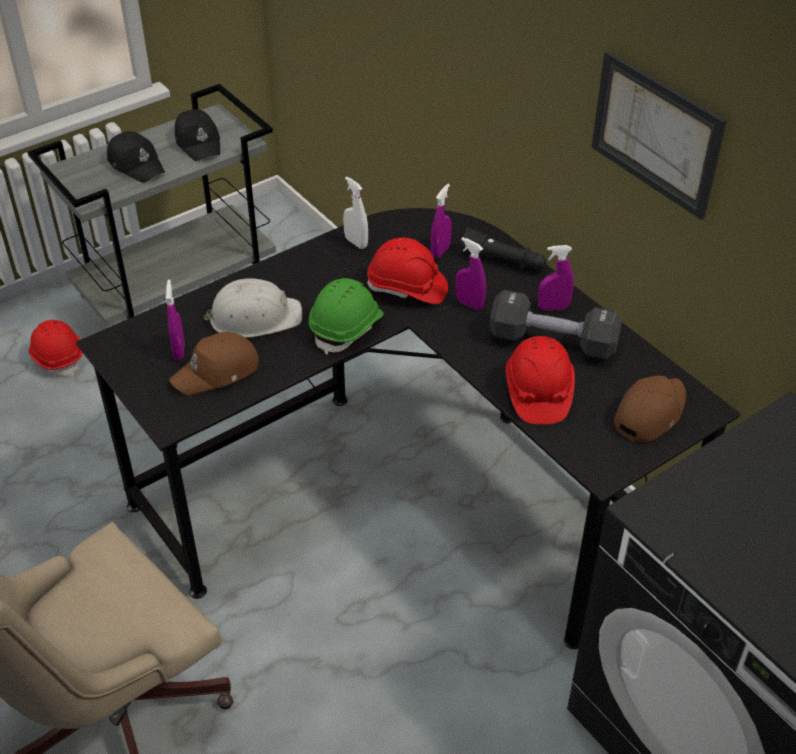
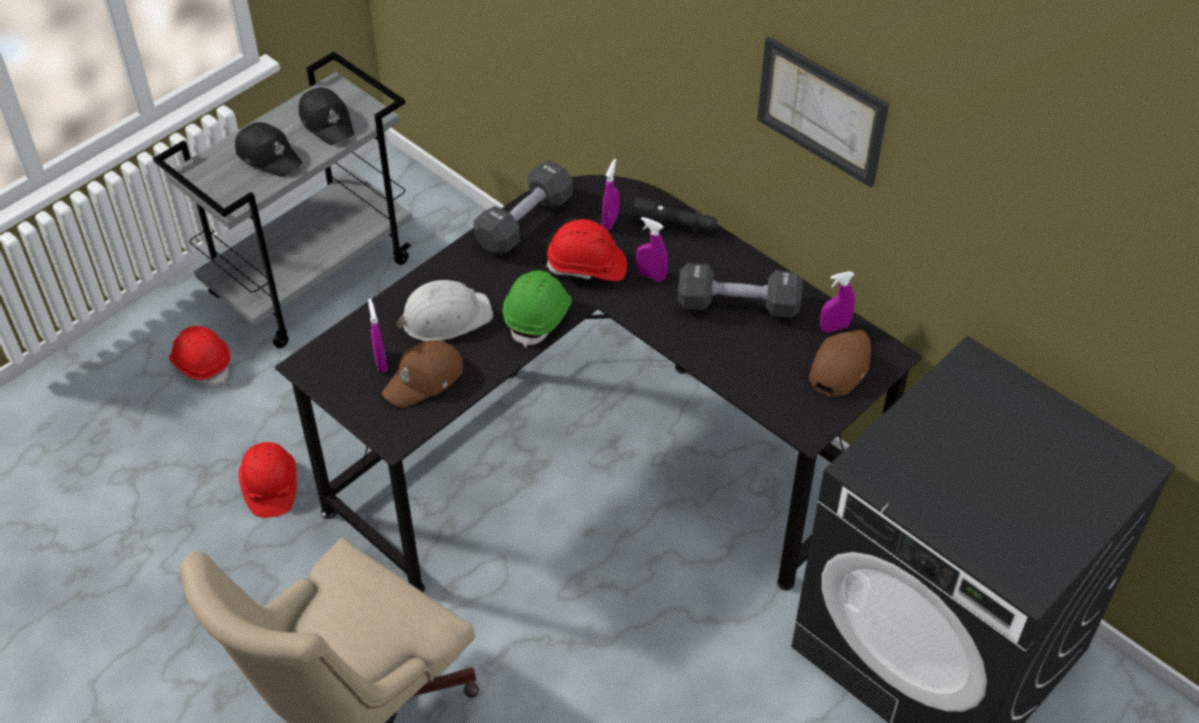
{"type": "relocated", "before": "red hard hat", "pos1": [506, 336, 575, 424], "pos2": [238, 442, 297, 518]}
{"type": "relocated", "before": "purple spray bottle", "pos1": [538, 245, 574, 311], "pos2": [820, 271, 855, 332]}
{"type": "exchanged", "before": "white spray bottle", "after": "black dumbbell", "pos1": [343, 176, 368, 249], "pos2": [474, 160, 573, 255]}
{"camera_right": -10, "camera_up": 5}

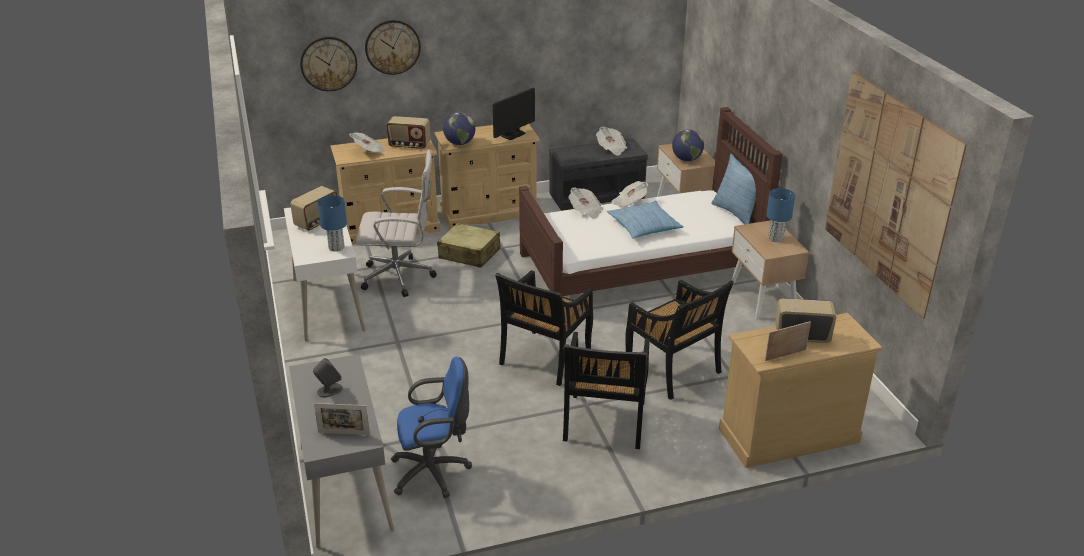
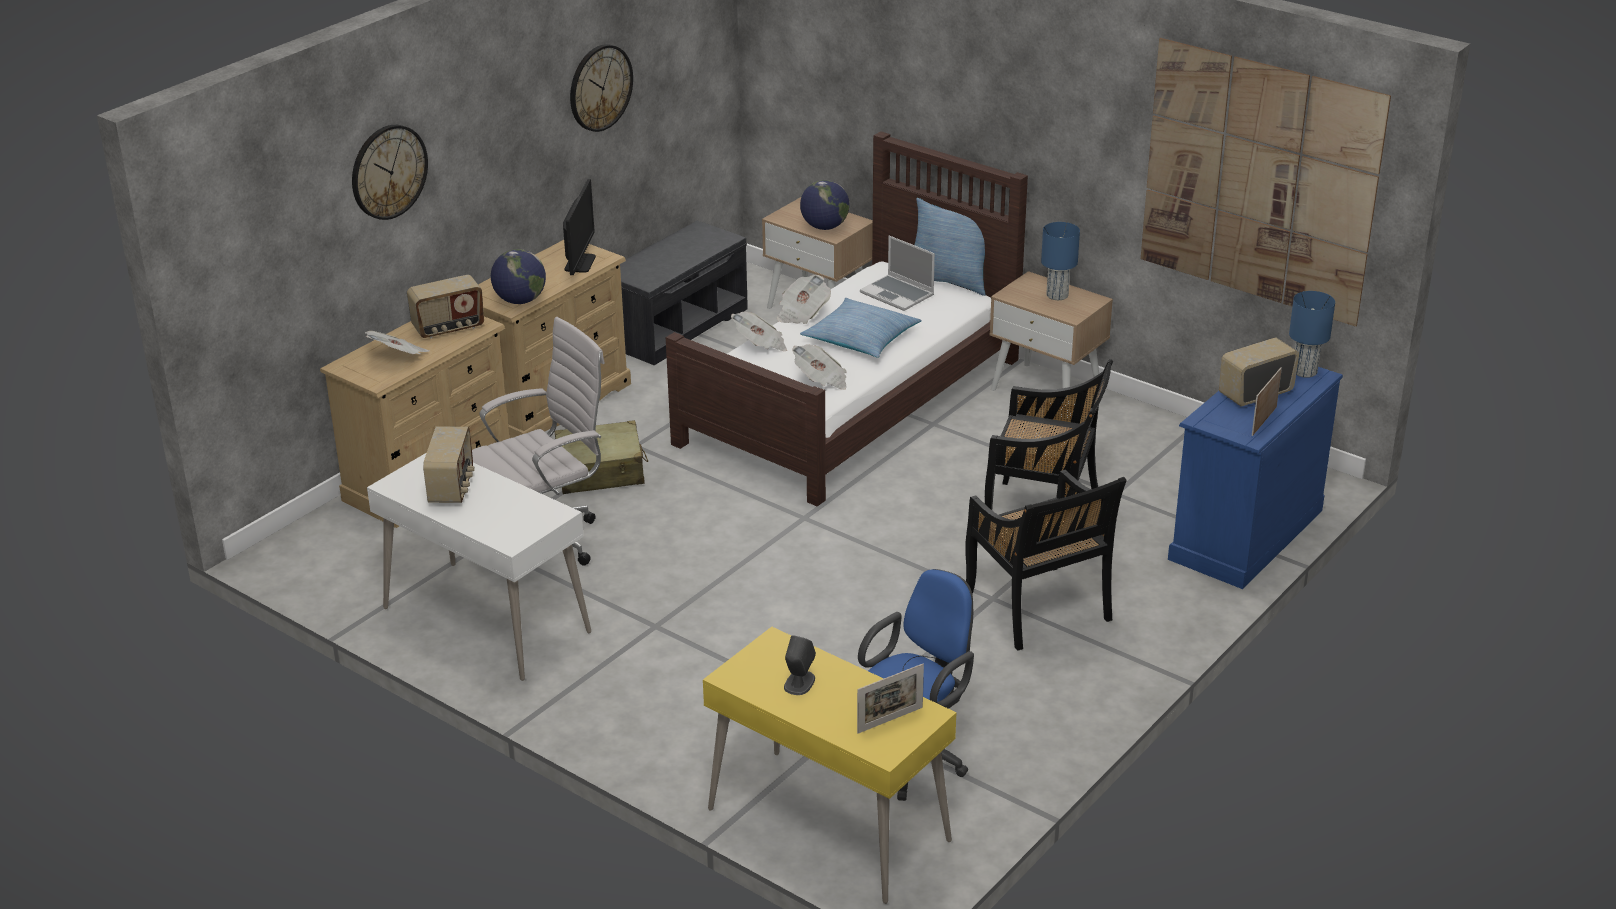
{"type": "missing", "before": "black chair", "pos1": [495, 270, 593, 386]}
{"type": "appeared", "after": "laptop", "pos2": [860, 236, 935, 311]}
{"type": "relocated", "before": "wall clock", "pos1": [300, 36, 357, 91], "pos2": [570, 44, 633, 132]}
{"type": "relocated", "before": "blue table lamp", "pos1": [317, 195, 347, 252], "pos2": [1289, 291, 1335, 378]}
{"type": "relocated", "before": "newspaper", "pos1": [596, 127, 627, 156], "pos2": [792, 345, 847, 390]}
{"type": "colour", "before": "grey desk", "after": "yellow desk", "pos1": [289, 354, 394, 548], "pos2": [703, 627, 956, 904]}
{"type": "colour", "before": "beige dresser", "after": "blue dresser", "pos1": [719, 313, 882, 468], "pos2": [1168, 367, 1343, 589]}
{"camera_right": -35, "camera_up": 0}

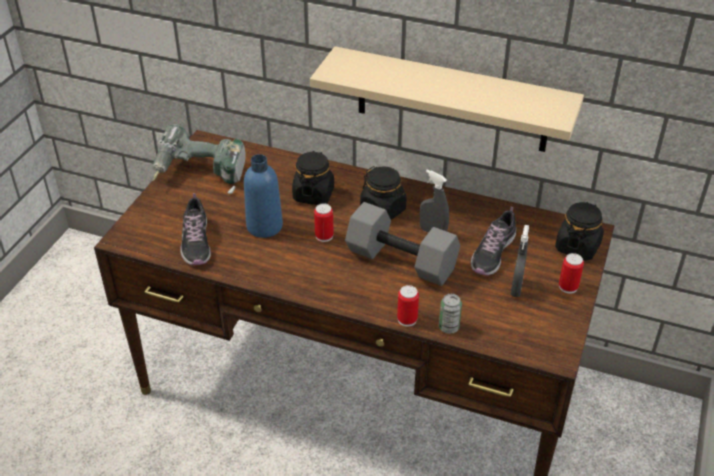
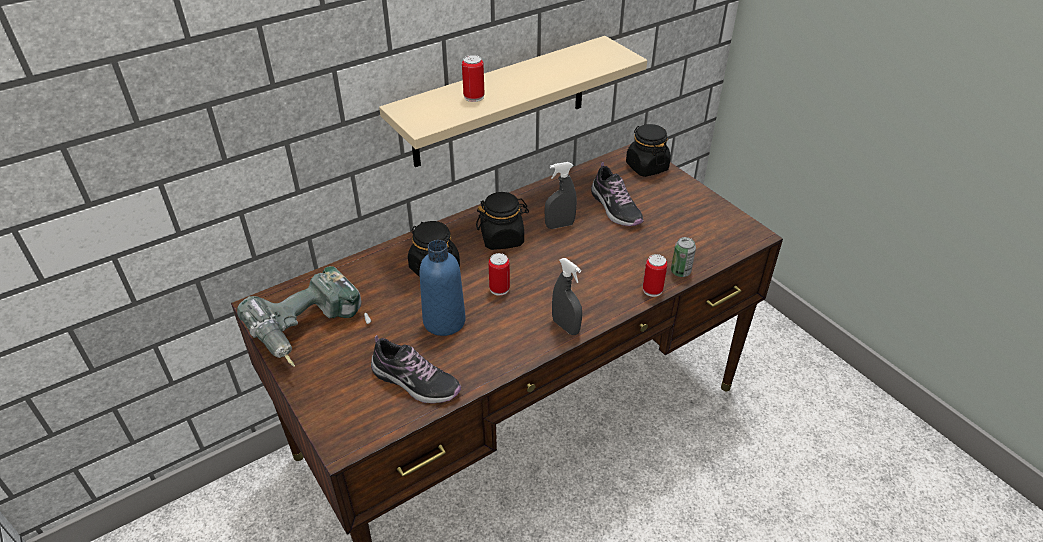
{"type": "missing", "before": "grey dumbbell", "pos1": [345, 202, 460, 286]}
{"type": "relocated", "before": "grey spray bottle", "pos1": [511, 225, 529, 297], "pos2": [552, 258, 582, 335]}
{"type": "relocated", "before": "can", "pos1": [559, 253, 584, 294], "pos2": [462, 55, 484, 102]}
{"camera_right": -55, "camera_up": 0}

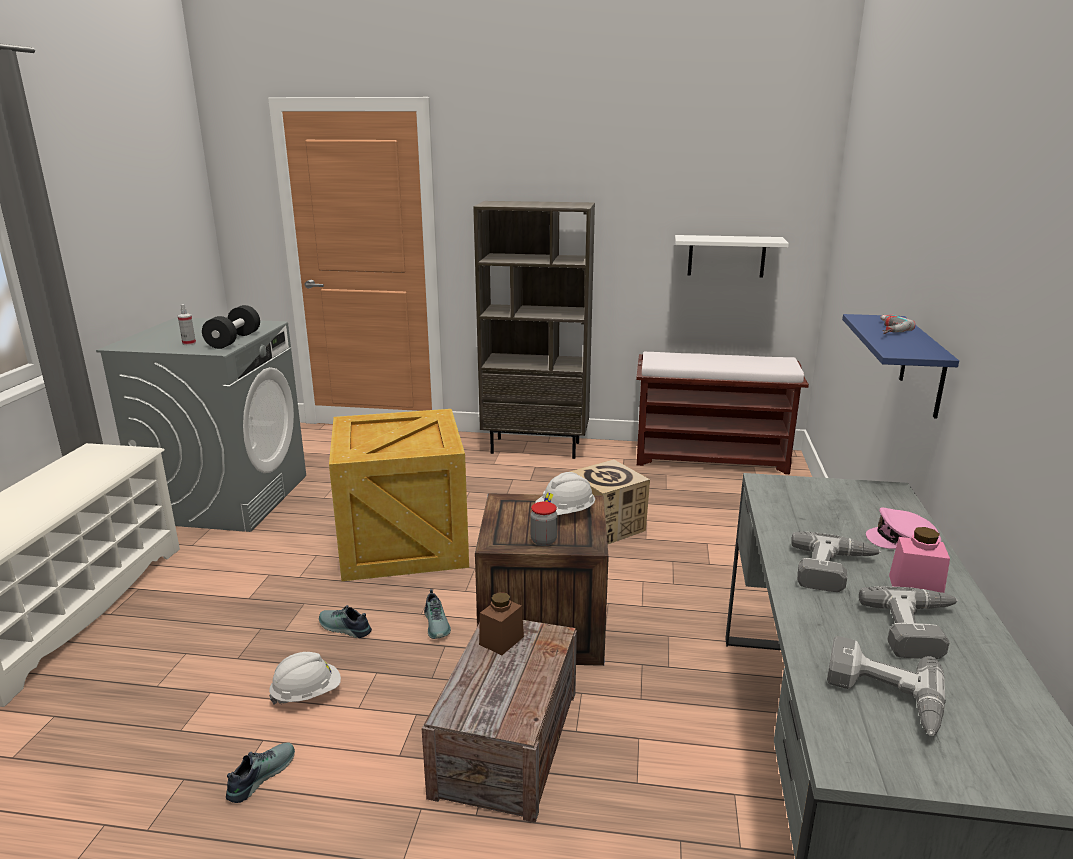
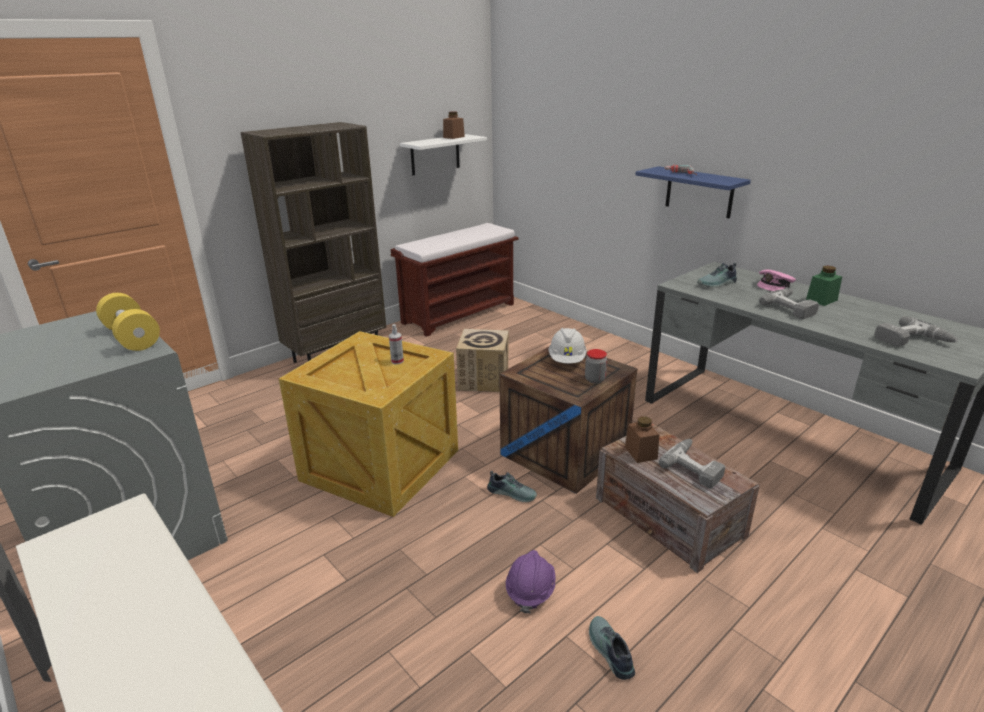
{"type": "appeared", "after": "brown jar", "pos2": [443, 111, 465, 139]}
{"type": "relocated", "before": "spray bottle", "pos1": [178, 304, 196, 345], "pos2": [389, 324, 404, 364]}
{"type": "relocated", "before": "shoe", "pos1": [319, 605, 372, 638], "pos2": [697, 263, 737, 287]}
{"type": "relocated", "before": "power drill", "pos1": [859, 586, 958, 659], "pos2": [659, 439, 725, 489]}
{"type": "colour", "before": "black dumbbell", "after": "yellow dumbbell", "pos1": [202, 305, 260, 349], "pos2": [96, 293, 160, 351]}
{"type": "colour", "before": "white hard hat", "after": "purple hard hat", "pos1": [269, 652, 341, 705], "pos2": [506, 550, 556, 614]}
{"type": "colour", "before": "pink jar", "after": "green jar", "pos1": [889, 527, 950, 593], "pos2": [806, 266, 842, 306]}
{"camera_right": -50, "camera_up": 5}

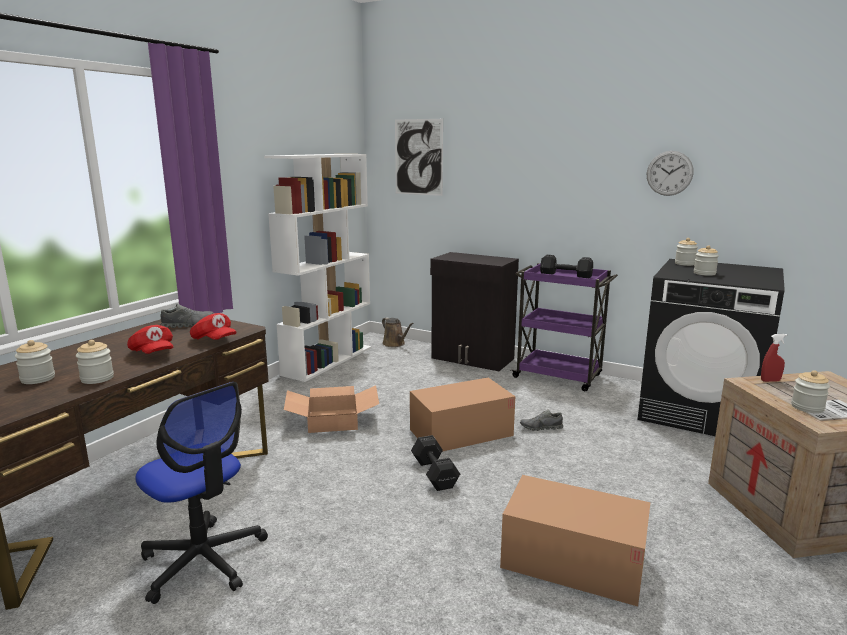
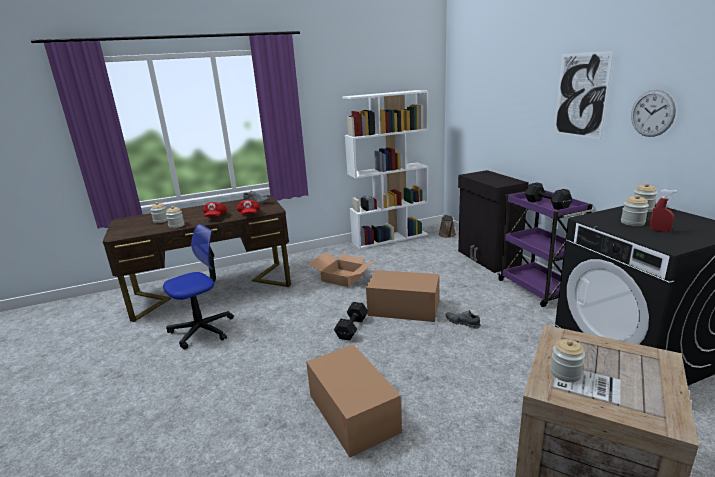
{"type": "relocated", "before": "picture", "pos1": [395, 119, 443, 196], "pos2": [554, 51, 613, 139]}
{"type": "relocated", "before": "red spray bottle", "pos1": [761, 334, 787, 382], "pos2": [650, 189, 677, 232]}
{"type": "spun", "before": "office chair", "pos1": [135, 382, 268, 604], "pos2": [163, 224, 234, 349], "turn": -120}
{"camera_right": 40, "camera_up": 5}

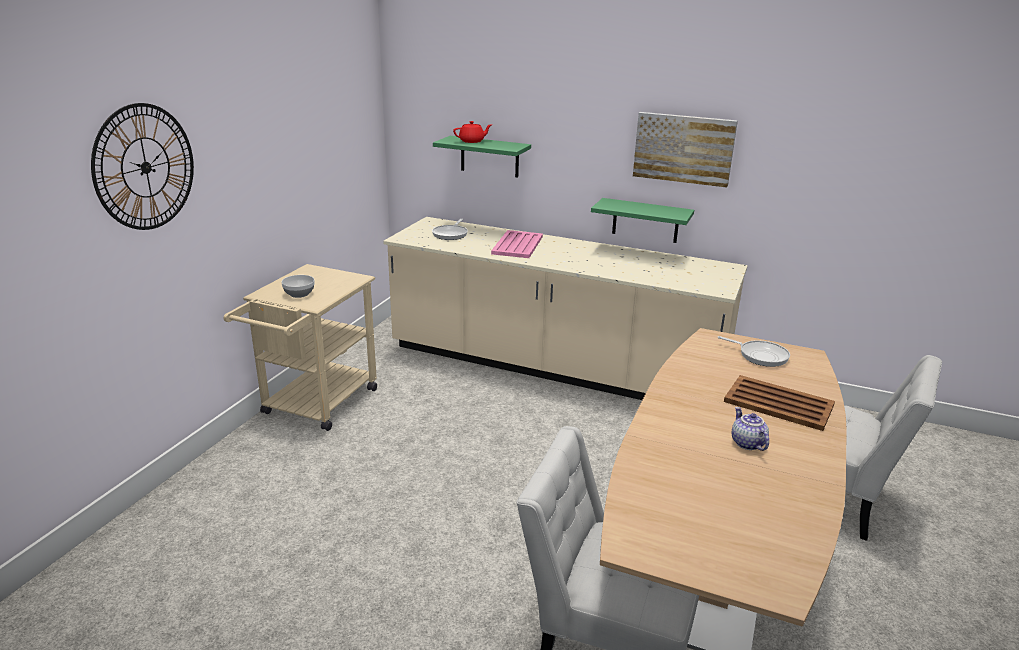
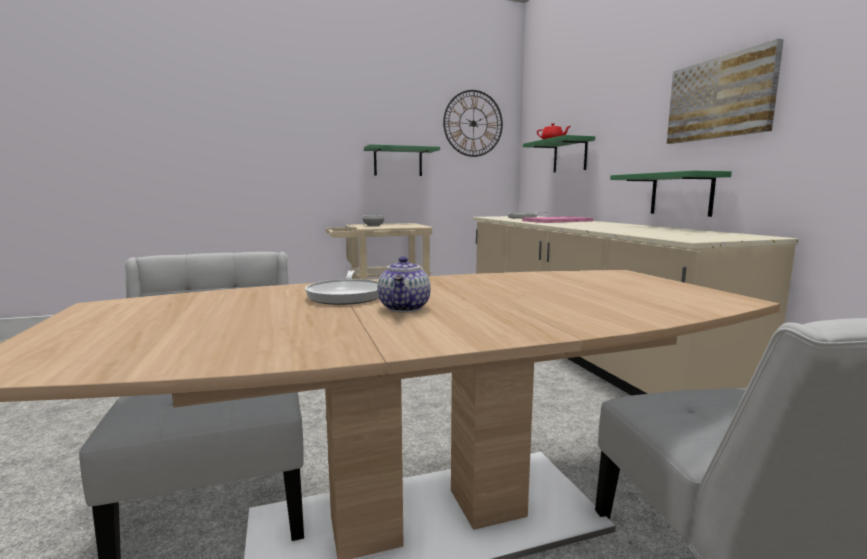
{"type": "missing", "before": "brown tray", "pos1": [724, 375, 835, 431]}
{"type": "appeared", "after": "green shelf", "pos2": [364, 144, 440, 176]}
{"type": "relocated", "before": "wall clock", "pos1": [91, 103, 194, 230], "pos2": [443, 90, 503, 157]}
{"type": "relocated", "before": "frying pan", "pos1": [717, 336, 790, 367], "pos2": [305, 270, 379, 305]}
{"type": "spun", "before": "teapot", "pos1": [732, 407, 769, 451], "pos2": [378, 257, 431, 312], "turn": 150}
{"camera_right": 50, "camera_up": -15}

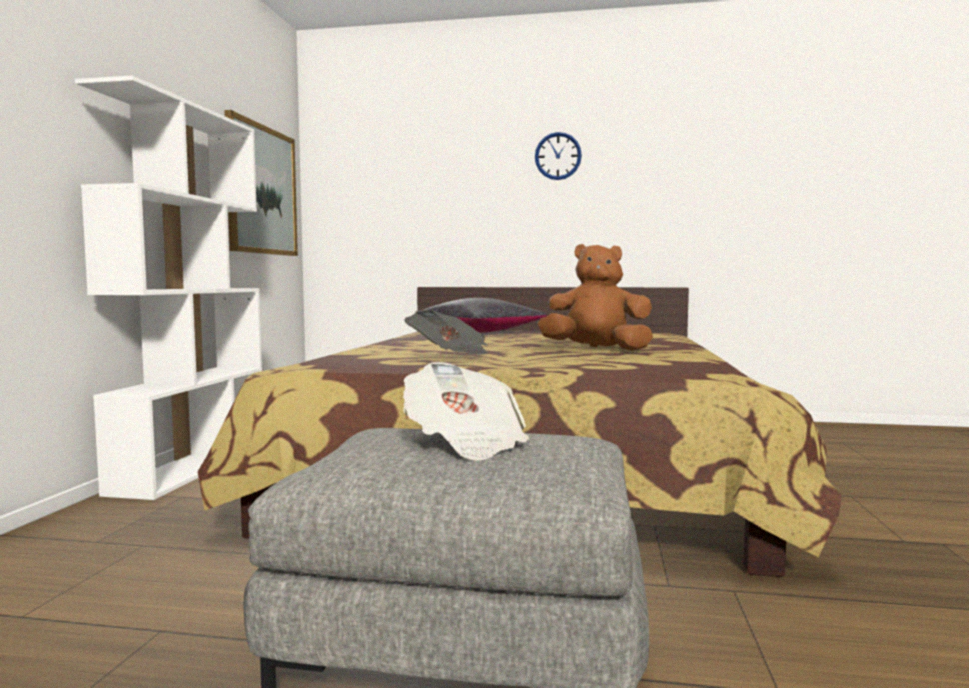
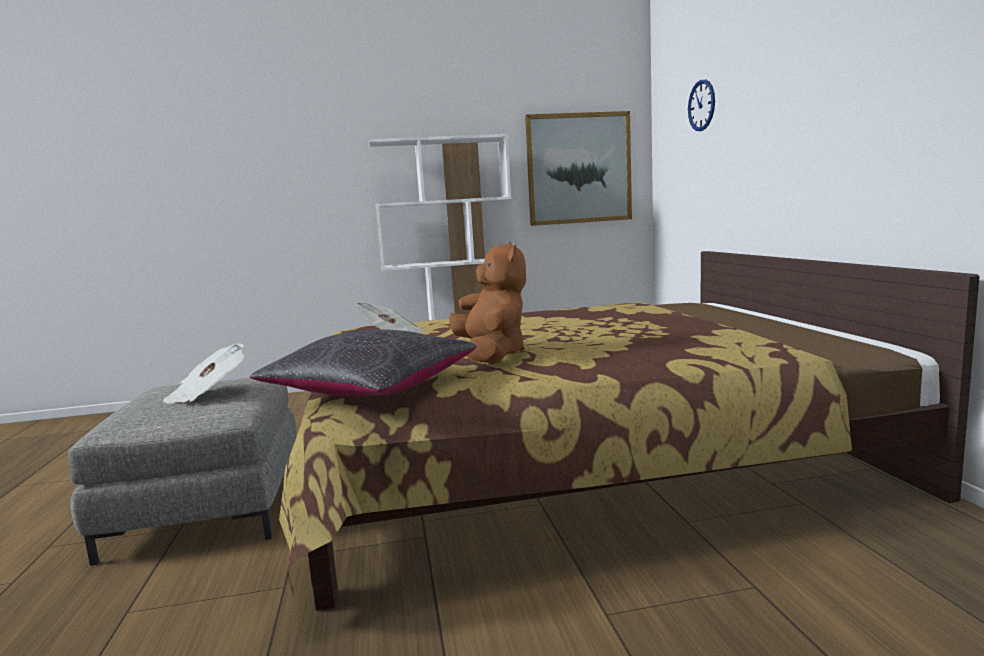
{"type": "relocated", "before": "black pillow", "pos1": [414, 298, 547, 333], "pos2": [250, 329, 477, 396]}
{"type": "relocated", "before": "wall clock", "pos1": [535, 132, 582, 180], "pos2": [688, 79, 715, 131]}
{"camera_right": 70, "camera_up": 5}

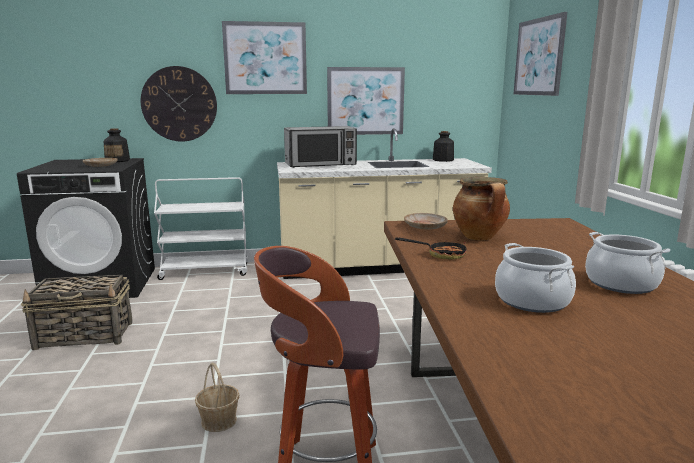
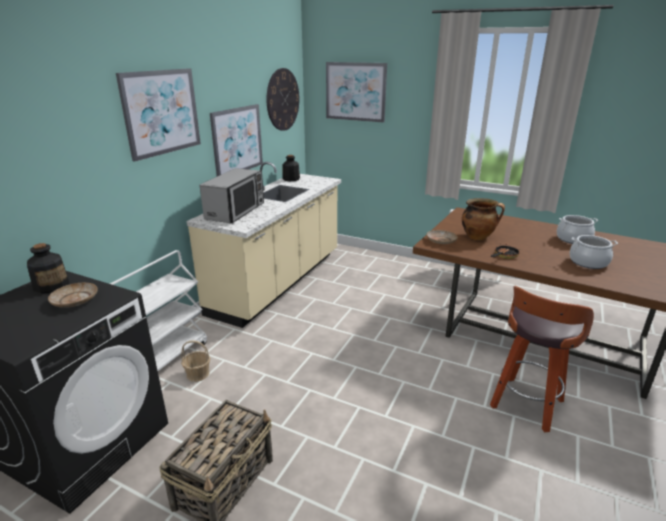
{"type": "relocated", "before": "wall clock", "pos1": [141, 66, 217, 142], "pos2": [266, 68, 299, 131]}
{"type": "relocated", "before": "basket", "pos1": [195, 363, 240, 432], "pos2": [181, 340, 210, 382]}
{"camera_right": -55, "camera_up": 10}

